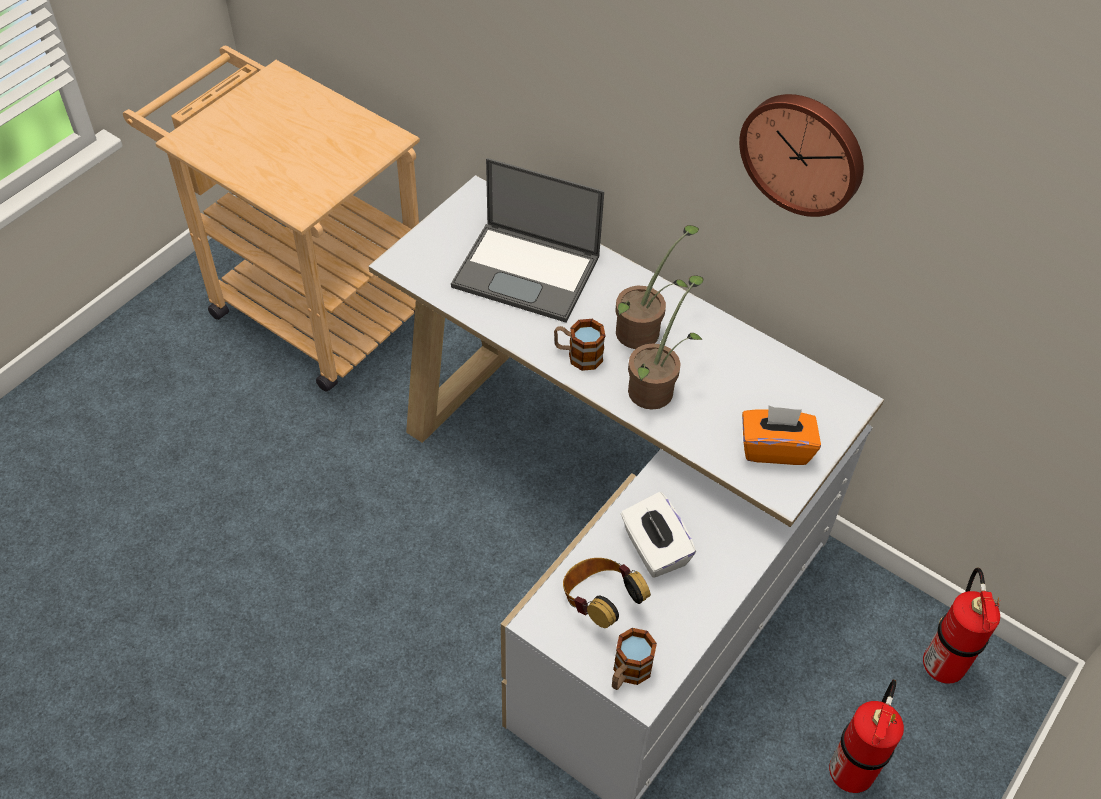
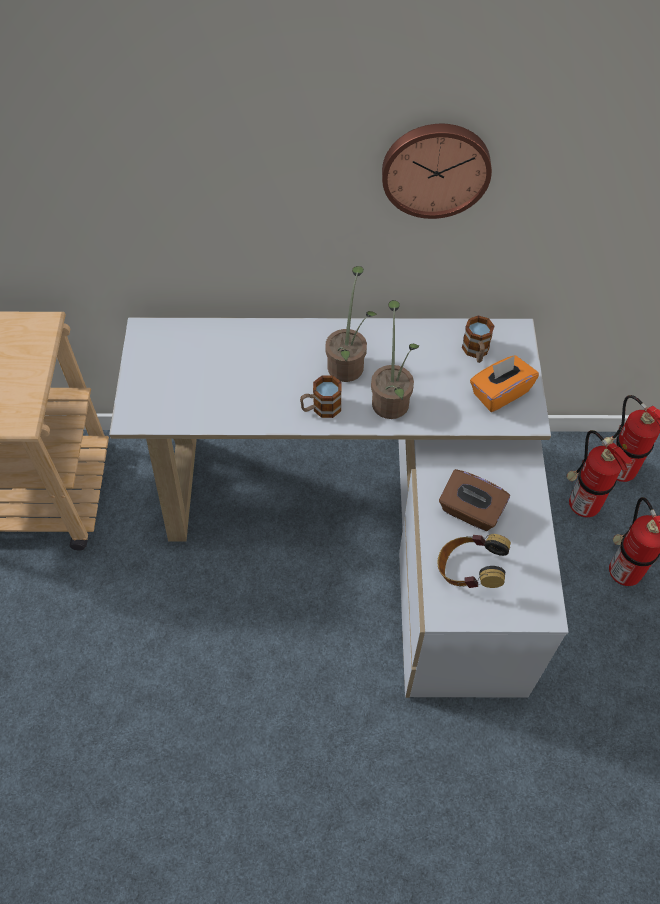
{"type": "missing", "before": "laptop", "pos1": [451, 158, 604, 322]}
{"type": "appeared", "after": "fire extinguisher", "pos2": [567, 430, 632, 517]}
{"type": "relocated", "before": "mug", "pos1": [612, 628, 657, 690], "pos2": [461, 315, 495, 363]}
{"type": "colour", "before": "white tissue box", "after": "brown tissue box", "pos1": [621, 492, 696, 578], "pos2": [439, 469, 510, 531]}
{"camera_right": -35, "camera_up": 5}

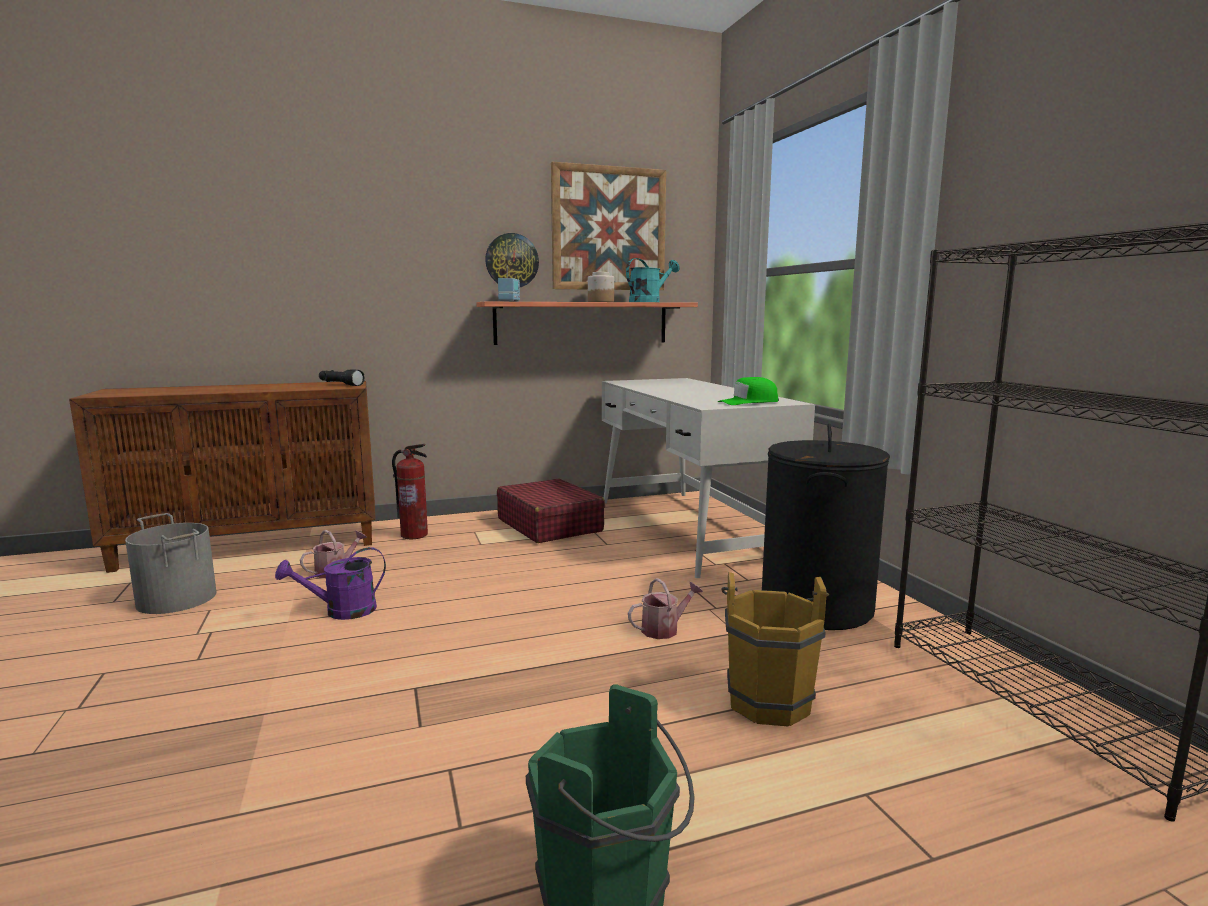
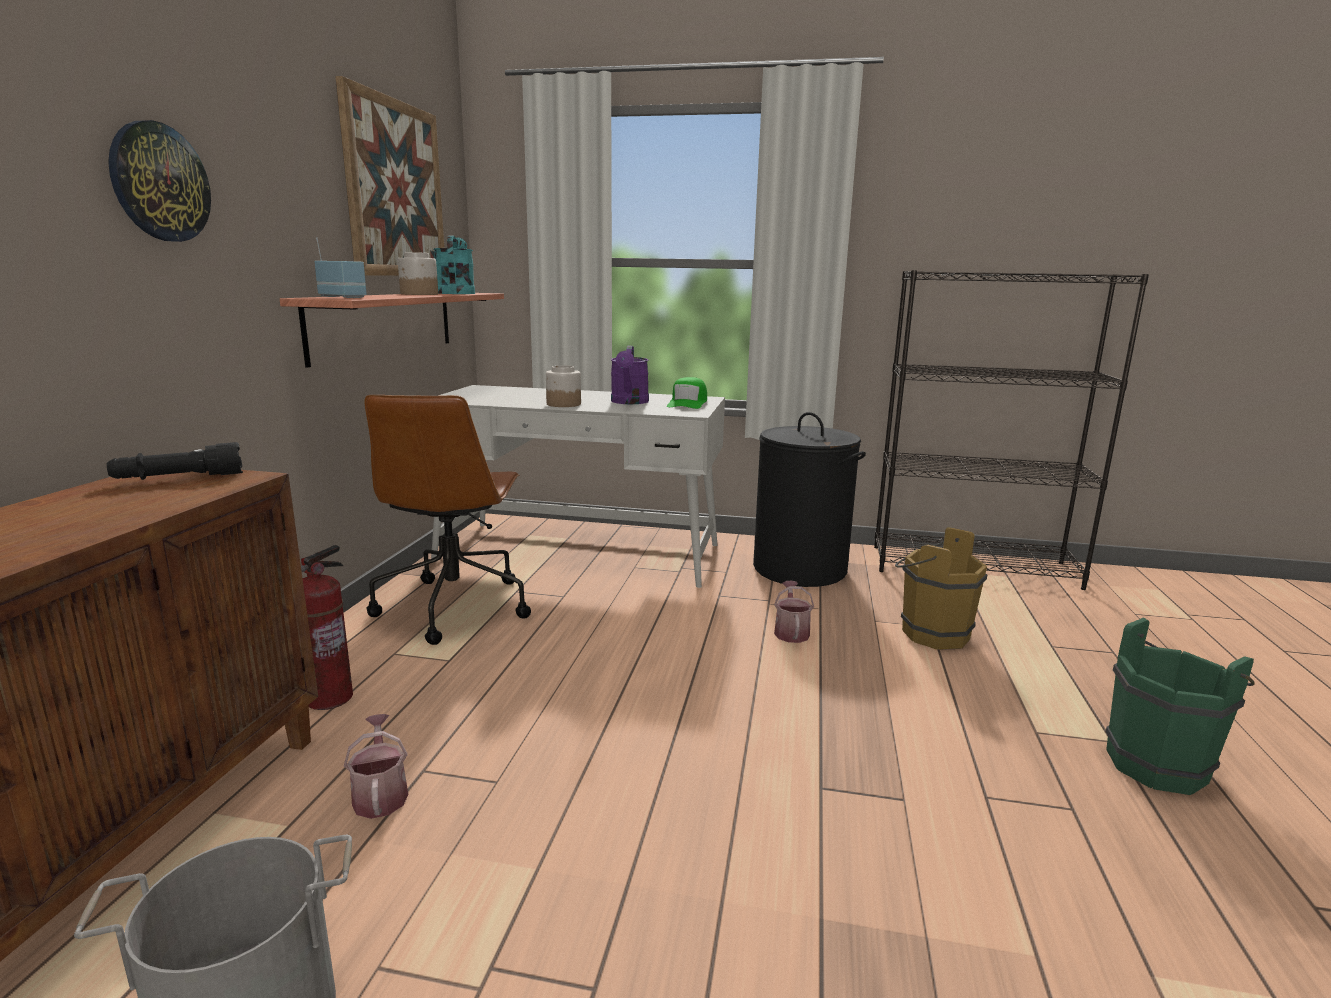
{"type": "appeared", "after": "jar", "pos2": [546, 365, 581, 407]}
{"type": "relocated", "before": "purple watering can", "pos1": [275, 547, 386, 620], "pos2": [611, 346, 649, 404]}
{"type": "relocated", "before": "wall clock", "pos1": [485, 233, 539, 287], "pos2": [108, 120, 211, 242]}
{"type": "exchanged", "before": "red suitcase", "after": "brown office chair", "pos1": [497, 479, 605, 543], "pos2": [364, 395, 531, 645]}
{"camera_right": -60, "camera_up": 5}

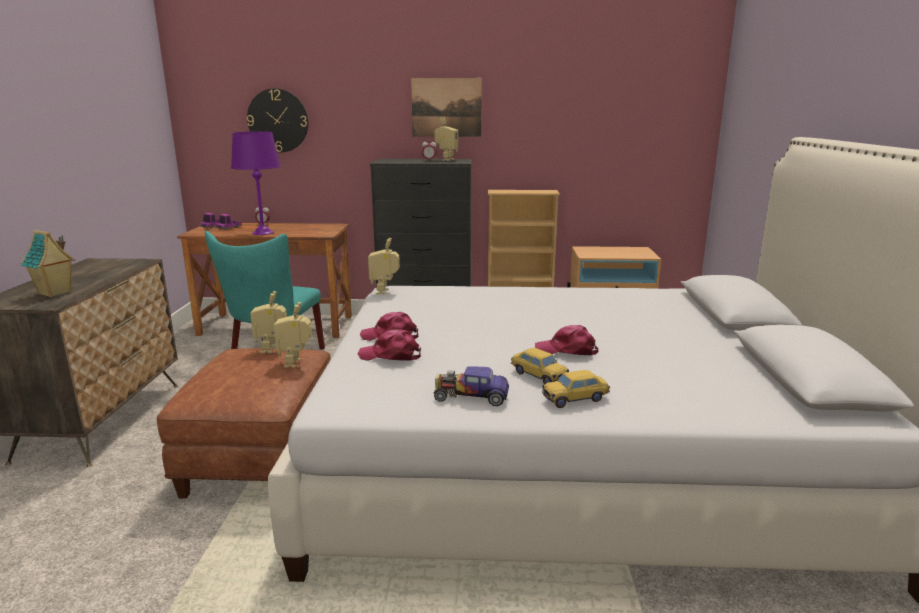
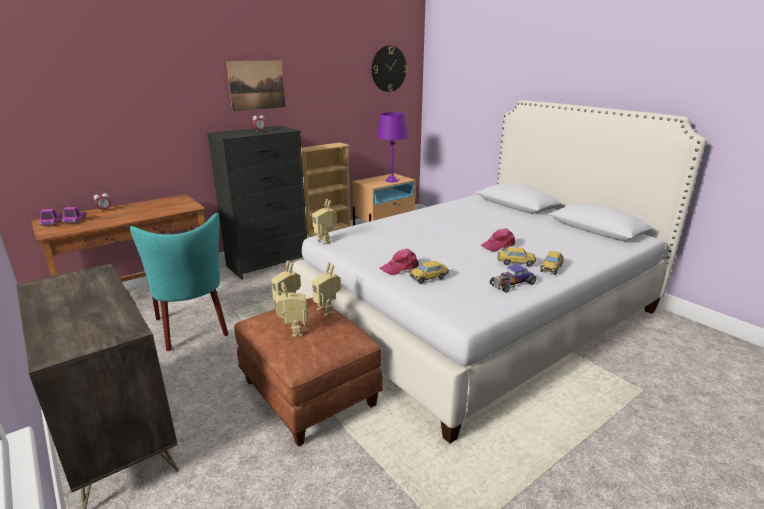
{"type": "missing", "before": "toy house", "pos1": [21, 230, 75, 297]}
{"type": "relocated", "before": "purple table lamp", "pos1": [231, 132, 281, 235], "pos2": [377, 112, 408, 182]}
{"type": "relocated", "before": "wall clock", "pos1": [247, 89, 309, 152], "pos2": [372, 46, 407, 92]}
{"type": "relocated", "before": "toy robot", "pos1": [435, 117, 458, 161], "pos2": [275, 282, 308, 337]}
{"type": "exchanged", "before": "pink cap", "after": "toy car", "pos1": [357, 330, 421, 361], "pos2": [410, 261, 449, 284]}
{"camera_right": -40, "camera_up": 5}

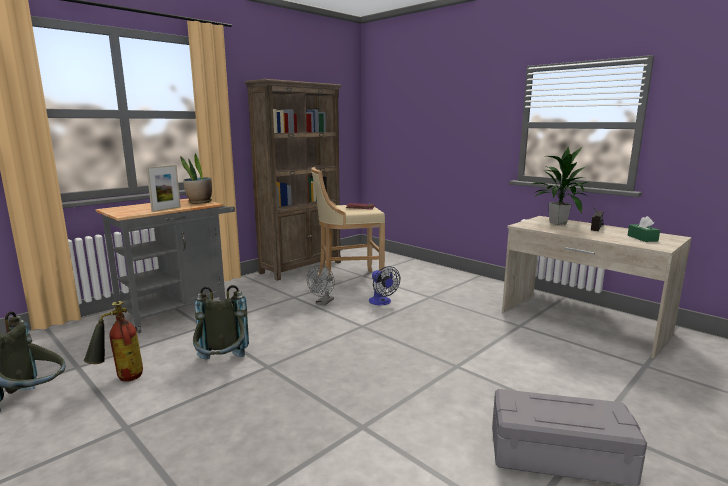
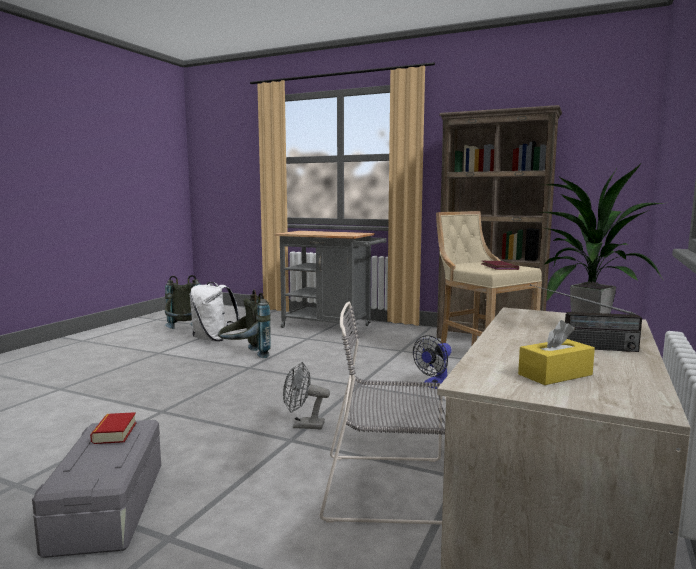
{"type": "missing", "before": "picture frame", "pos1": [146, 165, 181, 212]}
{"type": "missing", "before": "potted plant", "pos1": [180, 153, 212, 204]}
{"type": "appeared", "after": "book", "pos2": [90, 412, 136, 444]}
{"type": "appeared", "after": "grey chair", "pos2": [320, 302, 446, 525]}
{"type": "relocated", "before": "grey fan", "pos1": [307, 265, 335, 306], "pos2": [283, 362, 330, 429]}
{"type": "exchanged", "before": "fire extinguisher", "after": "white backpack", "pos1": [84, 301, 143, 382], "pos2": [190, 282, 240, 341]}
{"type": "colour", "before": "green tissue box", "after": "yellow tissue box", "pos1": [628, 216, 660, 242], "pos2": [518, 320, 595, 385]}
{"camera_right": 70, "camera_up": -5}

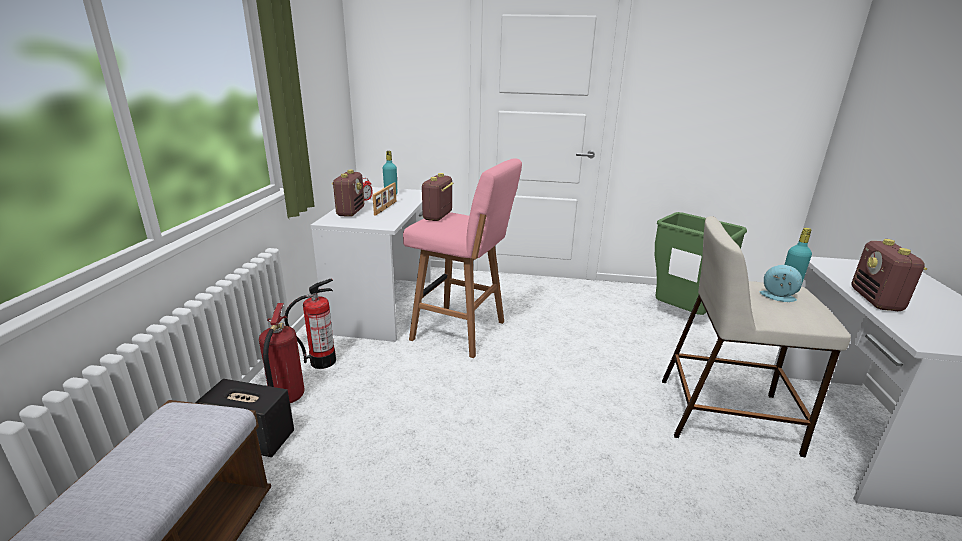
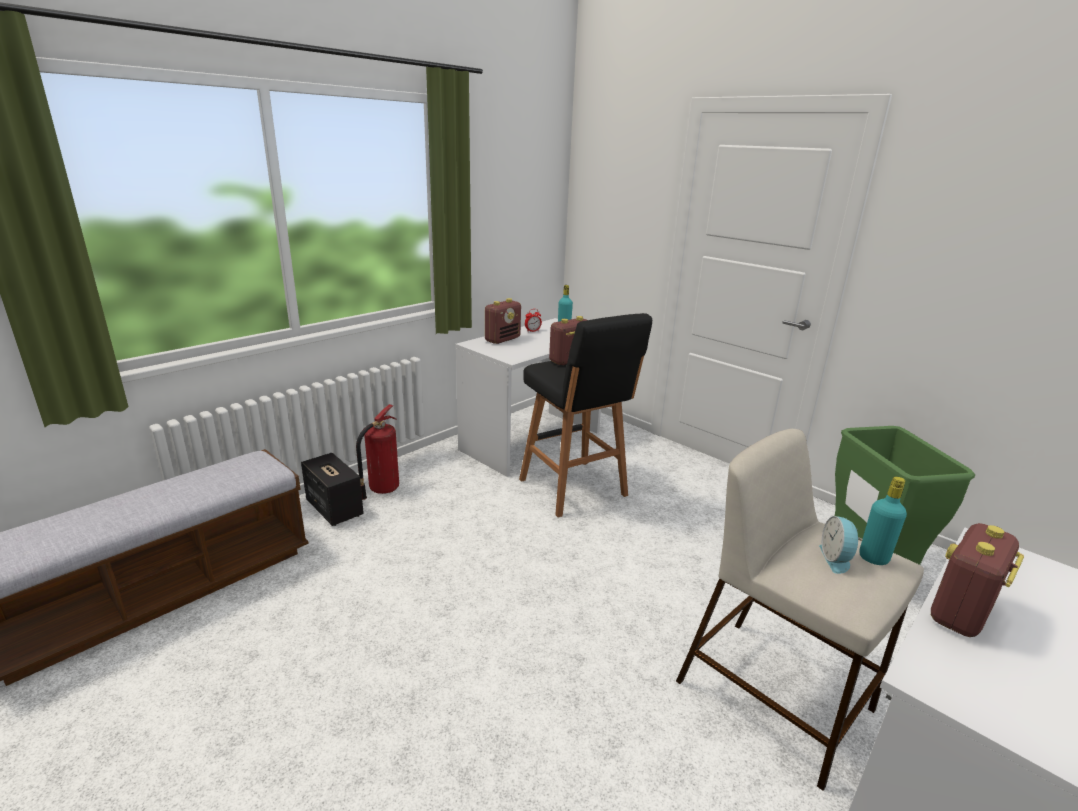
{"type": "missing", "before": "fire extinguisher", "pos1": [284, 279, 336, 369]}
{"type": "missing", "before": "picture frame", "pos1": [373, 183, 396, 216]}
{"type": "colour", "before": "pink stool", "after": "black stool", "pos1": [403, 158, 522, 358], "pos2": [519, 313, 652, 518]}
{"type": "spun", "before": "alarm clock", "pos1": [760, 265, 802, 302], "pos2": [819, 516, 862, 574], "turn": -150}
{"camera_right": 35, "camera_up": 0}

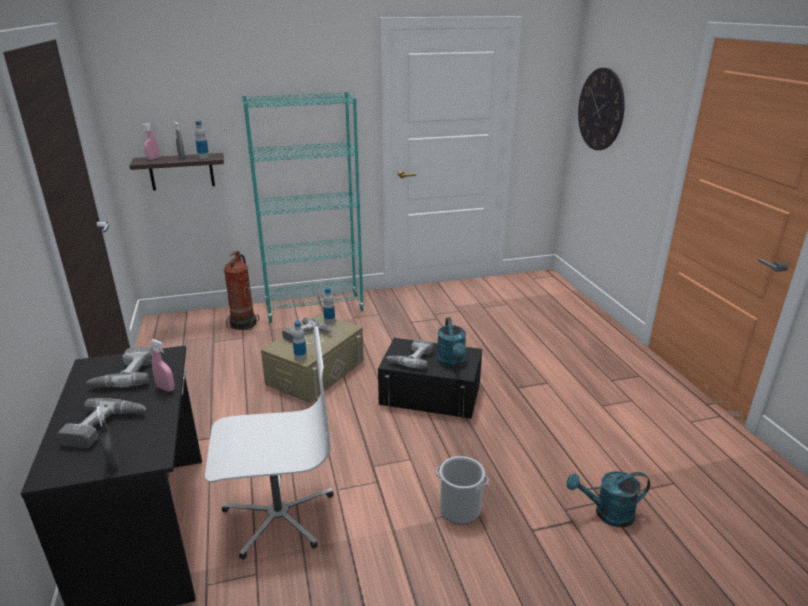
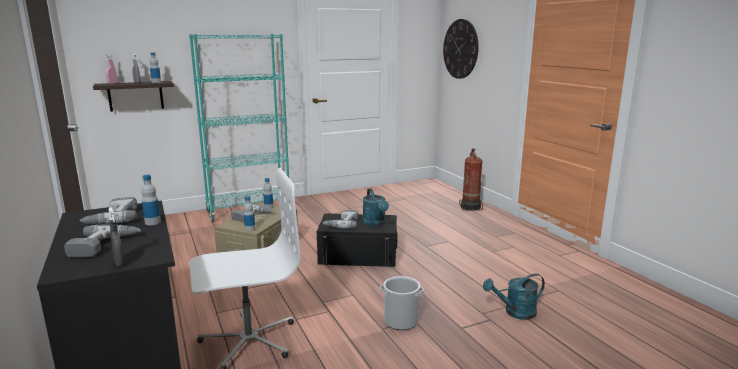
{"type": "relocated", "before": "fire extinguisher", "pos1": [224, 251, 259, 330], "pos2": [459, 148, 483, 210]}
{"type": "exchanged", "before": "pink spray bottle", "after": "bottle", "pos1": [149, 339, 175, 392], "pos2": [141, 175, 161, 225]}
{"camera_right": -10, "camera_up": -10}

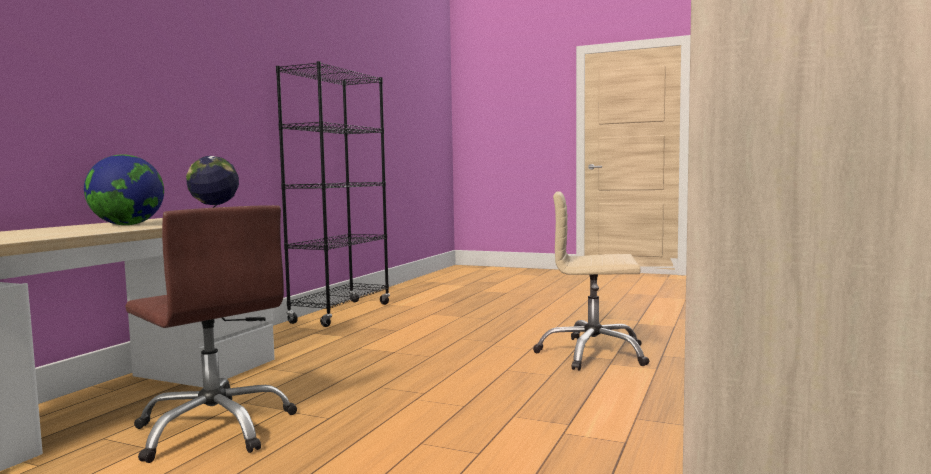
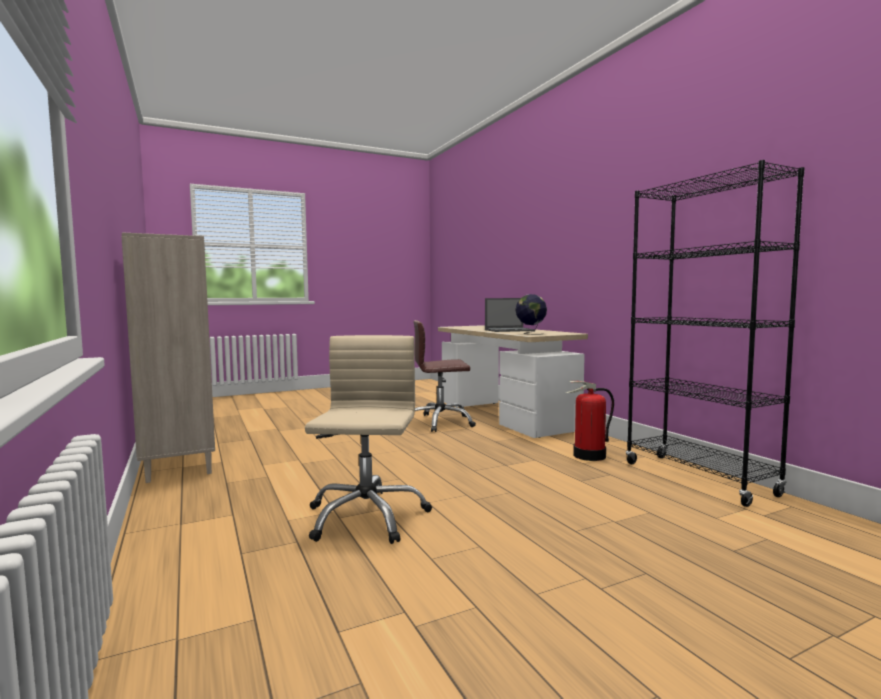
{"type": "appeared", "after": "fire extinguisher", "pos2": [565, 381, 614, 461]}
{"type": "exchanged", "before": "globe", "after": "laptop", "pos1": [84, 154, 164, 225], "pos2": [485, 298, 535, 332]}
{"type": "spun", "before": "beige office chair", "pos1": [533, 191, 649, 371], "pos2": [305, 335, 432, 544], "turn": -45}
{"camera_right": 130, "camera_up": 0}

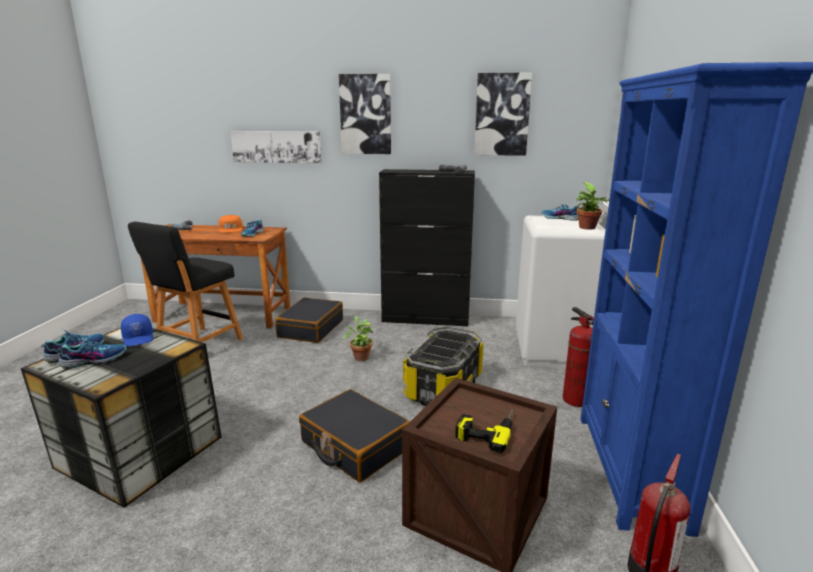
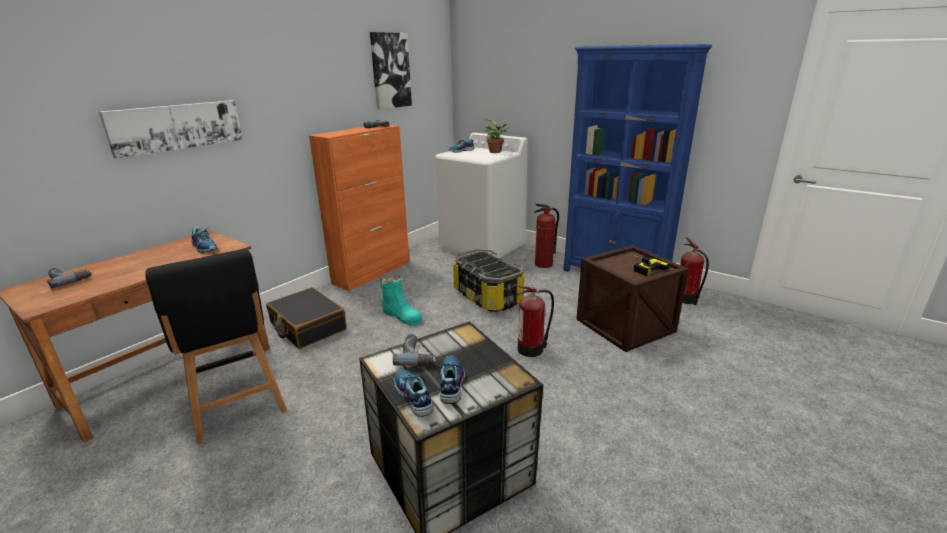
{"type": "missing", "before": "orange cap", "pos1": [218, 215, 243, 232]}
{"type": "missing", "before": "picture", "pos1": [339, 74, 391, 154]}
{"type": "exchanged", "before": "blue cap", "after": "power drill", "pos1": [121, 314, 153, 346], "pos2": [393, 334, 436, 365]}
{"type": "exchanged", "before": "black suitcase", "after": "fire extinguisher", "pos1": [299, 389, 410, 482], "pos2": [516, 285, 554, 357]}
{"type": "exchanged", "before": "potted plant", "after": "turquoise boot", "pos1": [342, 316, 374, 361], "pos2": [381, 276, 422, 325]}
{"type": "colour", "before": "black cabinet", "after": "orange cabinet", "pos1": [379, 169, 475, 326], "pos2": [309, 125, 410, 291]}
{"camera_right": -60, "camera_up": 5}

